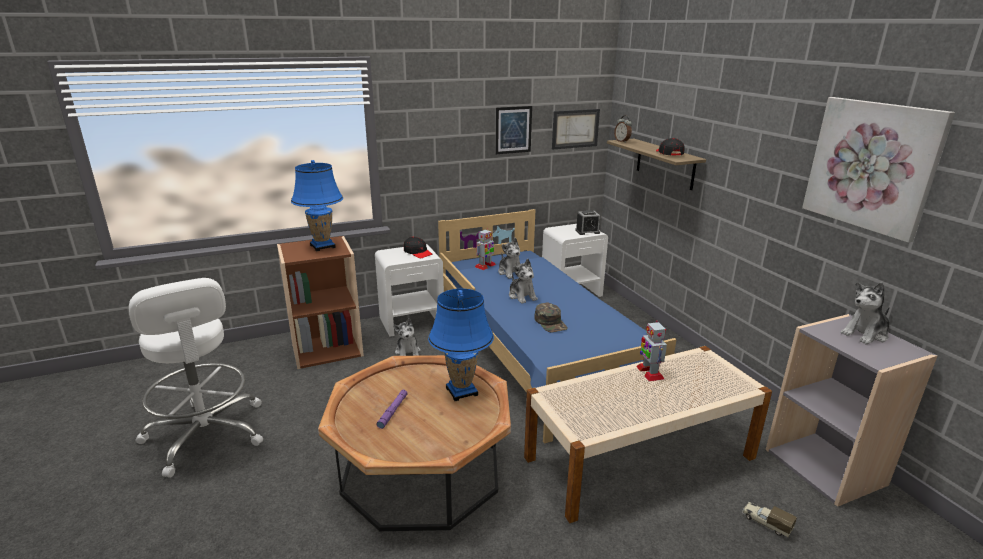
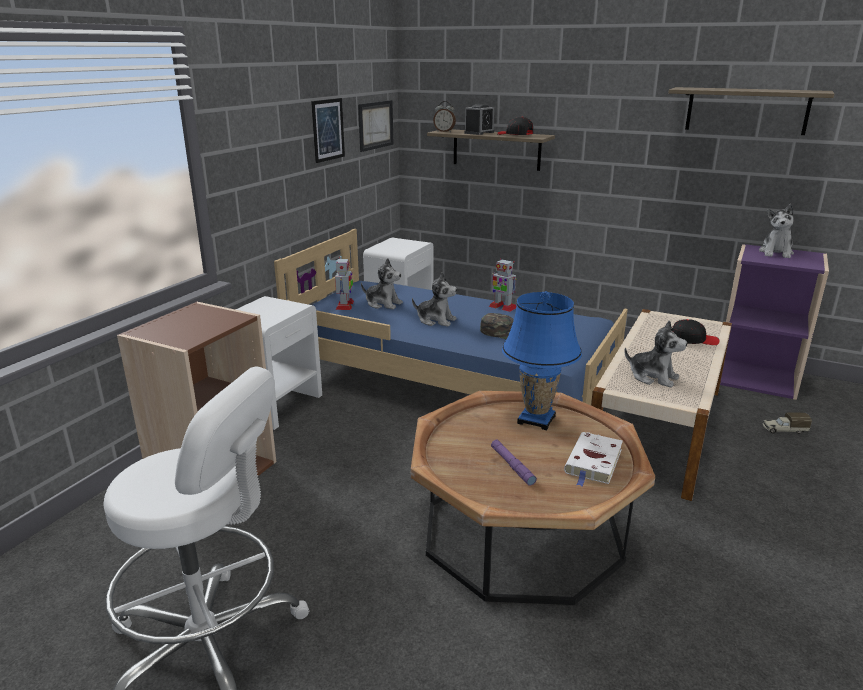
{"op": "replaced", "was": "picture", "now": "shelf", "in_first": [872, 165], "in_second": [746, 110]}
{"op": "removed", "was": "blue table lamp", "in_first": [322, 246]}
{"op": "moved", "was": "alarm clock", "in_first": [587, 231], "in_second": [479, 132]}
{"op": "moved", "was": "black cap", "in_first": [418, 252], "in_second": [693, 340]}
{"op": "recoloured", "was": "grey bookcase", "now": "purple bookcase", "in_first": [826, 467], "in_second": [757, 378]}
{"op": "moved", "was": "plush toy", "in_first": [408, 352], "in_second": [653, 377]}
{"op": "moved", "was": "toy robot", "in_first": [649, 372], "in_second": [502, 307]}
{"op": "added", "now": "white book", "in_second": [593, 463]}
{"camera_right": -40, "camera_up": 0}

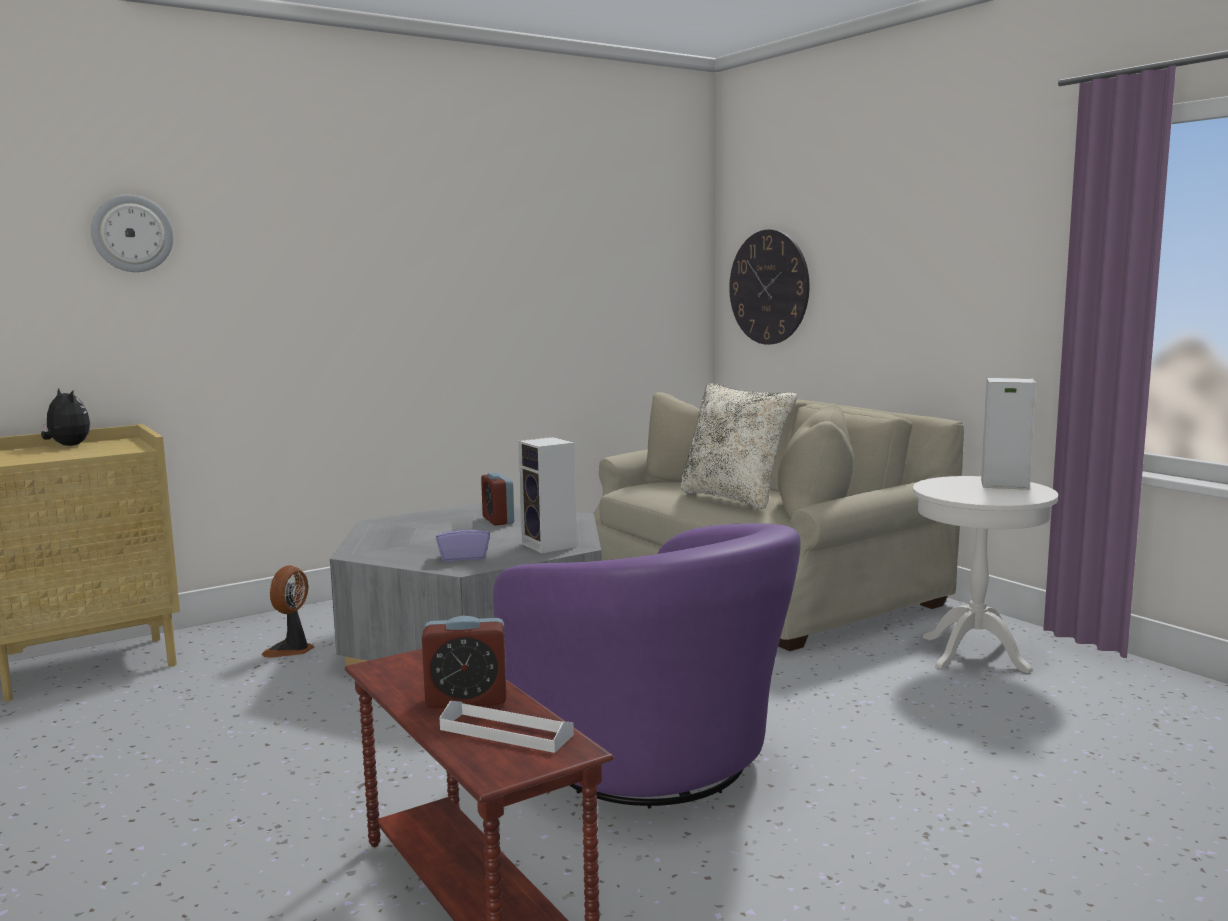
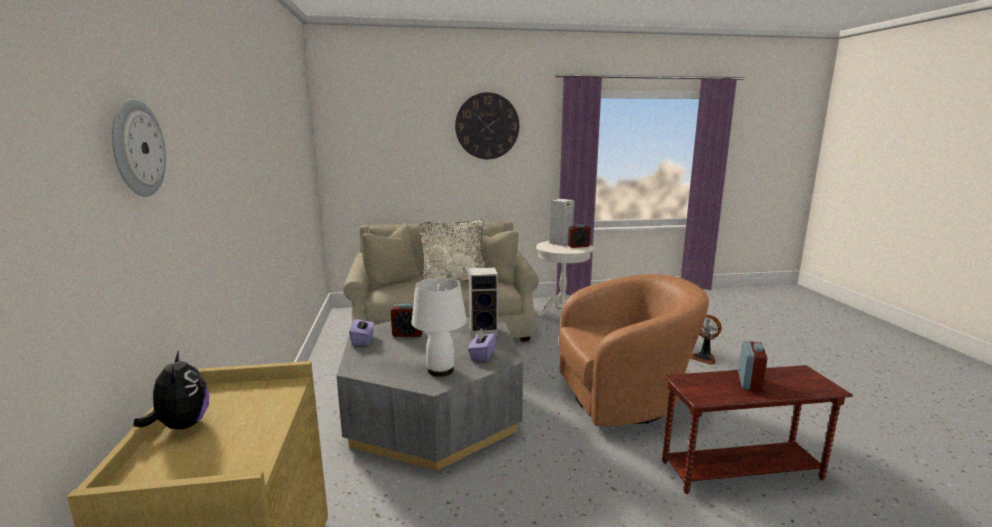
{"op": "moved", "was": "wall clock", "in_first": [769, 287], "in_second": [487, 126]}
{"op": "turned", "was": "plush toy", "in_first": [67, 446], "in_second": [181, 425], "clockwise": 90}
{"op": "recoloured", "was": "purple armchair", "now": "brown armchair", "in_first": [652, 761], "in_second": [624, 398]}
{"op": "moved", "was": "fan", "in_first": [291, 650], "in_second": [704, 358]}
{"op": "removed", "was": "white tray", "in_first": [506, 732]}
{"op": "added", "now": "alarm clock", "in_second": [578, 246]}
{"op": "added", "now": "white table lamp", "in_second": [441, 370]}
{"op": "added", "now": "purple tissue box", "in_second": [363, 340]}
{"camera_right": -65, "camera_up": 5}

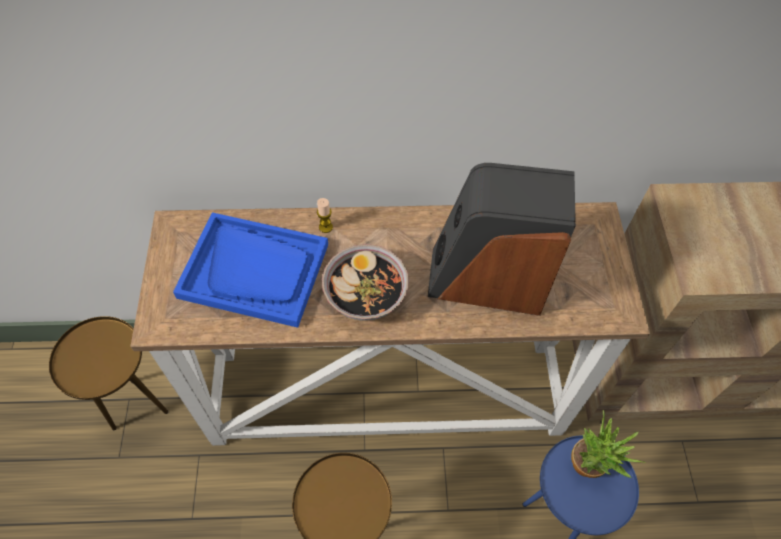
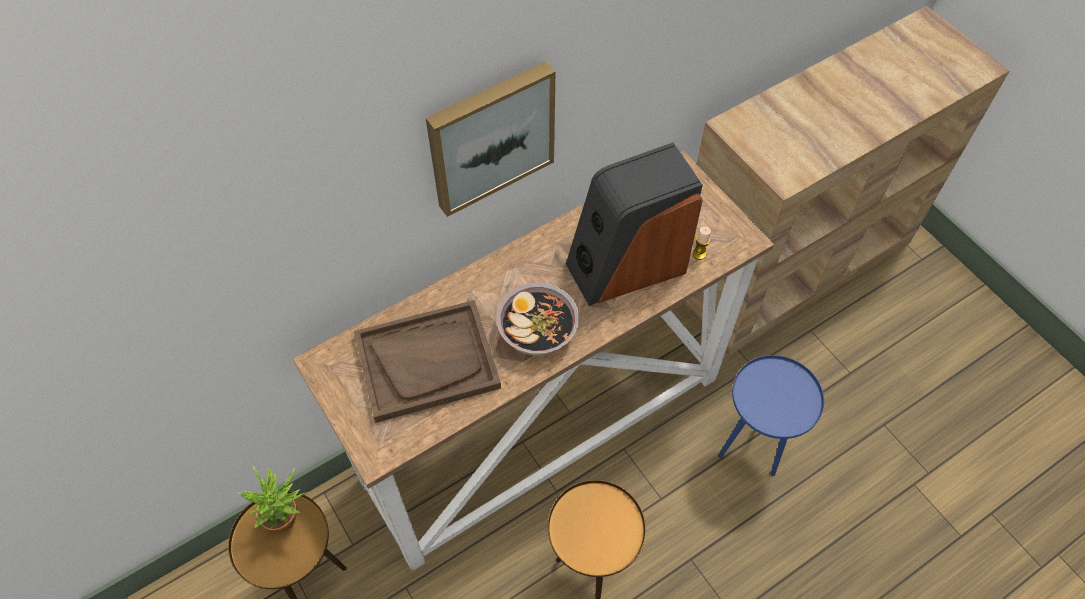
{"op": "moved", "was": "candle", "in_first": [325, 227], "in_second": [699, 254]}
{"op": "recoloured", "was": "blue tray", "now": "brown tray", "in_first": [254, 270], "in_second": [427, 362]}
{"op": "moved", "was": "potted plant", "in_first": [591, 467], "in_second": [288, 518]}
{"op": "added", "now": "picture", "in_second": [490, 136]}
{"camera_right": -30, "camera_up": 0}

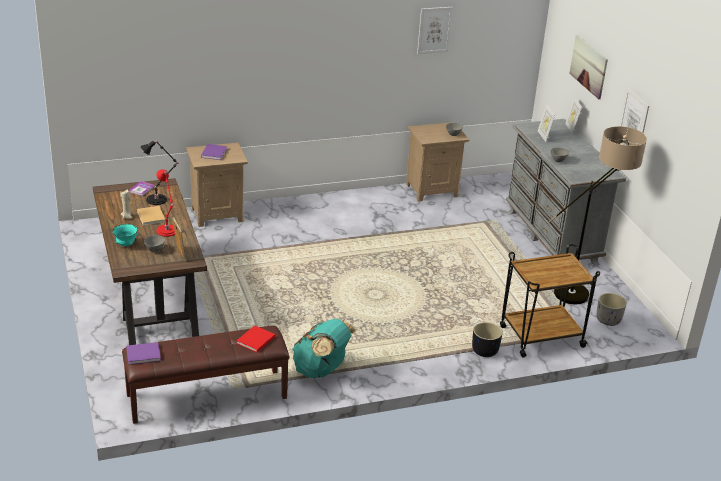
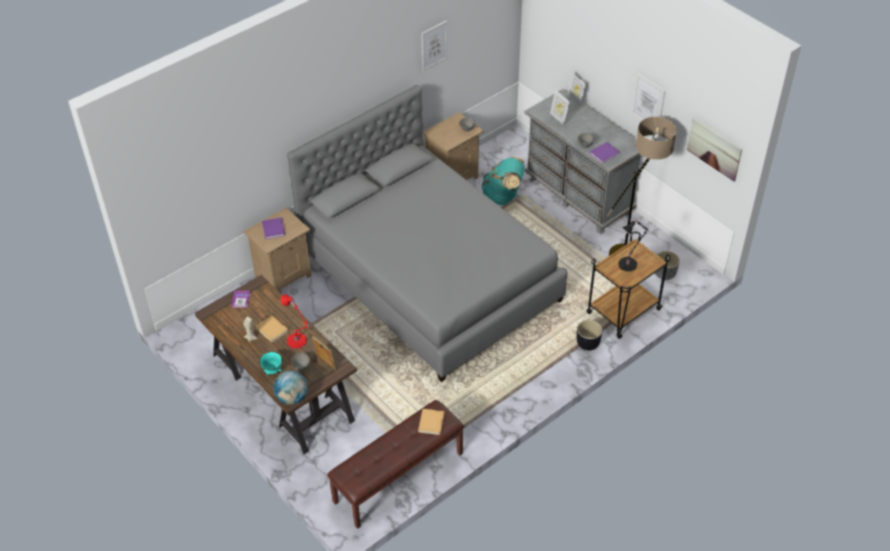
{"op": "moved", "was": "picture", "in_first": [588, 66], "in_second": [714, 149]}
{"op": "moved", "was": "black table lamp", "in_first": [158, 199], "in_second": [629, 263]}
{"op": "moved", "was": "turquoise backpack", "in_first": [321, 370], "in_second": [503, 196]}
{"op": "recoloured", "was": "red book", "now": "beige book", "in_first": [255, 340], "in_second": [431, 423]}
{"op": "moved", "was": "purple book", "in_first": [144, 354], "in_second": [605, 153]}
{"op": "added", "now": "grey bed", "in_second": [429, 275]}
{"op": "added", "now": "globe", "in_second": [292, 397]}
{"camera_right": -20, "camera_up": 15}

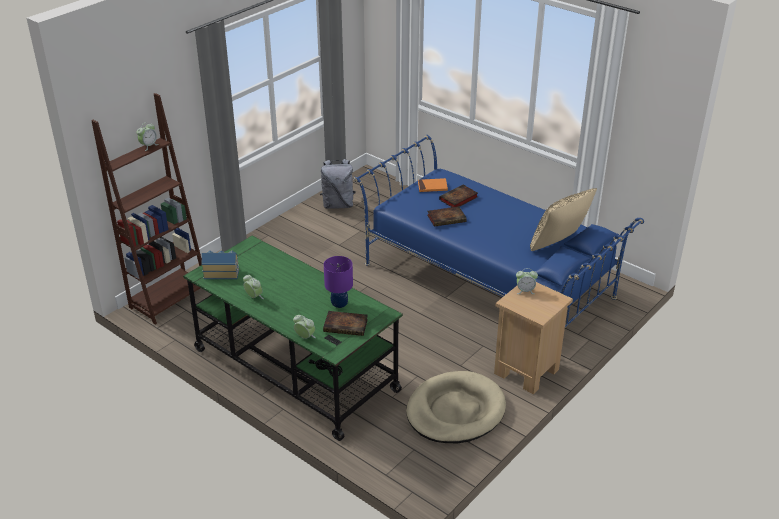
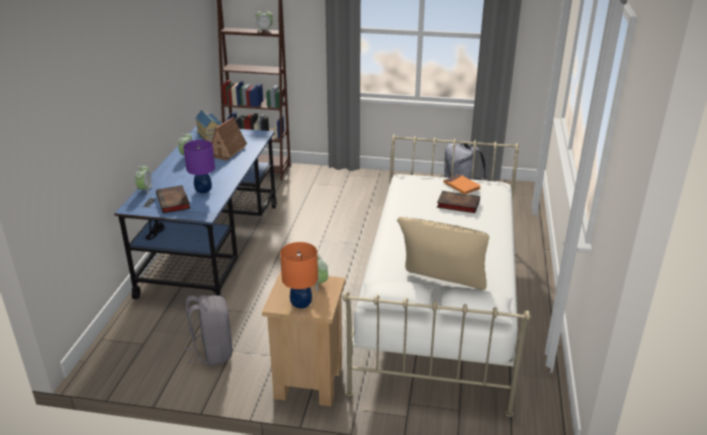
{"op": "recoloured", "was": "blue bed", "now": "white bed", "in_first": [487, 281], "in_second": [439, 308]}
{"op": "removed", "was": "book", "in_first": [447, 218]}
{"op": "recoloured", "was": "green desk", "now": "blue desk", "in_first": [295, 370], "in_second": [212, 248]}
{"op": "replaced", "was": "beige dog bed", "now": "grey backpack", "in_first": [455, 411], "in_second": [212, 352]}
{"op": "added", "now": "toy house", "in_second": [226, 151]}
{"op": "added", "now": "orange table lamp", "in_second": [301, 305]}
{"camera_right": 60, "camera_up": -5}

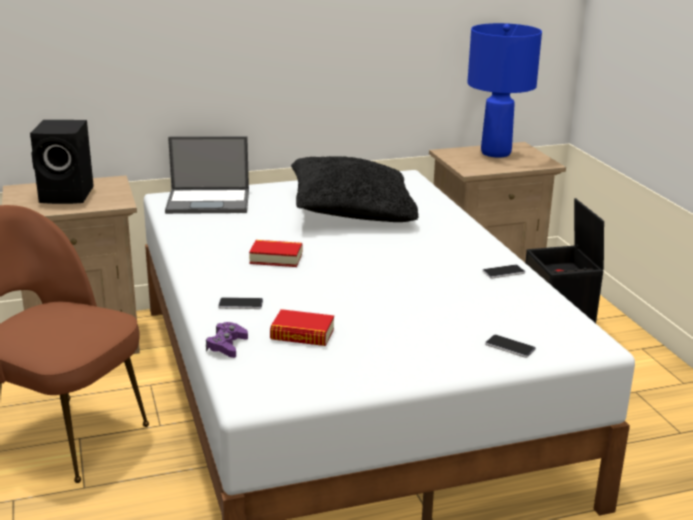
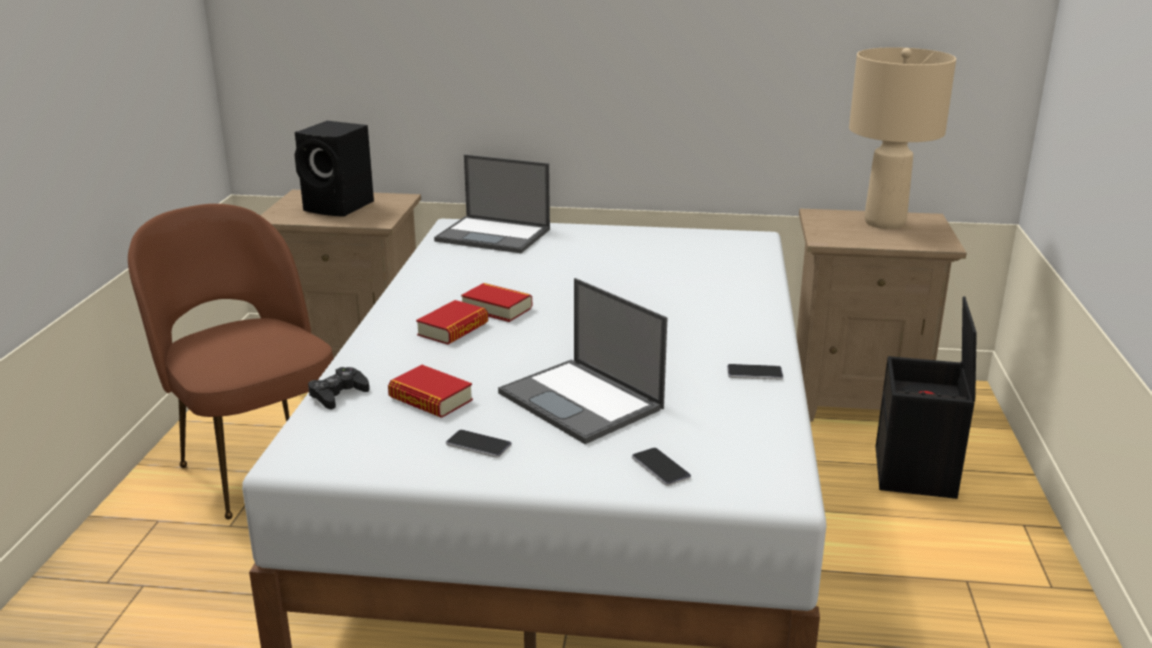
{"op": "recoloured", "was": "blue table lamp", "now": "beige table lamp", "in_first": [495, 153], "in_second": [884, 223]}
{"op": "removed", "was": "black pillow", "in_first": [352, 210]}
{"op": "moved", "was": "phone", "in_first": [240, 304], "in_second": [478, 445]}
{"op": "recoloured", "was": "purple game controller", "now": "black game controller", "in_first": [227, 345], "in_second": [338, 394]}
{"op": "added", "now": "laptop", "in_second": [582, 401]}
{"op": "added", "now": "book", "in_second": [453, 329]}
{"camera_right": 25, "camera_up": 0}

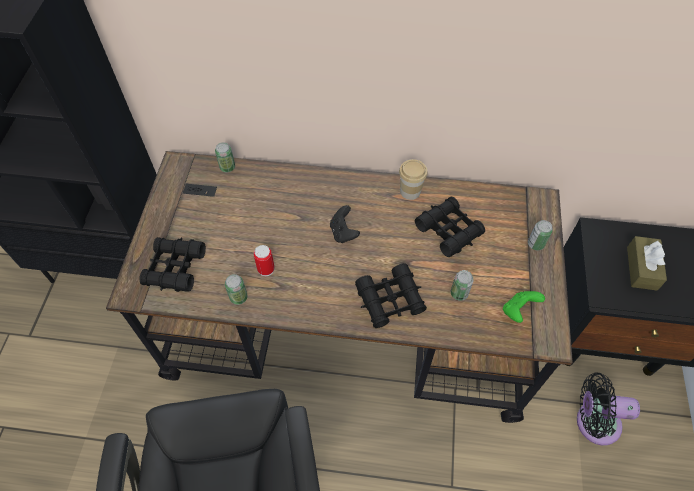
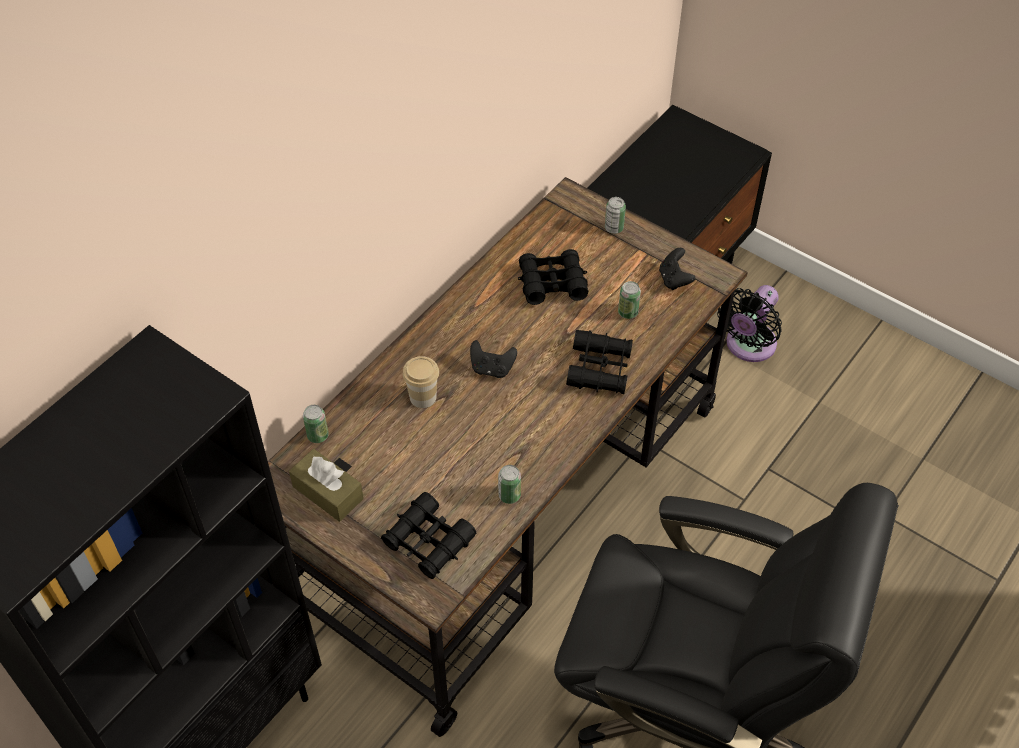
{"op": "moved", "was": "cup", "in_first": [410, 191], "in_second": [423, 397]}
{"op": "moved", "was": "brown tissue box", "in_first": [641, 268], "in_second": [328, 492]}
{"op": "removed", "was": "can", "in_first": [266, 269]}
{"op": "recoloured", "was": "green game controller", "now": "black game controller", "in_first": [518, 310], "in_second": [674, 279]}
{"camera_right": -60, "camera_up": -5}

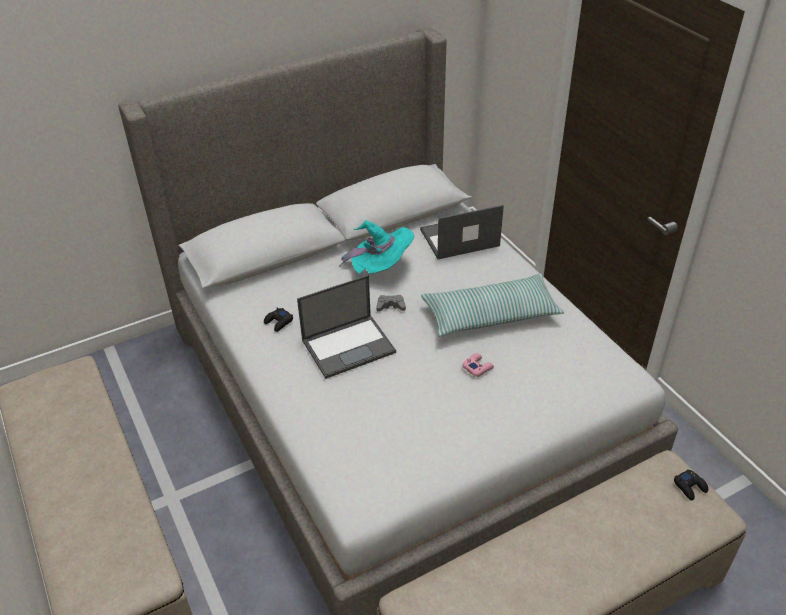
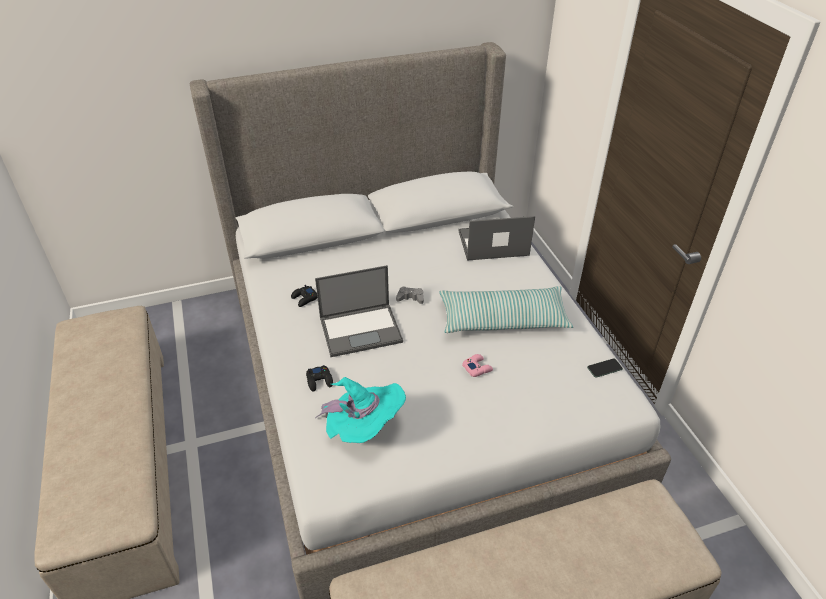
{"op": "moved", "was": "turquoise hat", "in_first": [381, 268], "in_second": [364, 428]}
{"op": "moved", "was": "black game controller", "in_first": [690, 487], "in_second": [319, 380]}
{"op": "added", "now": "phone", "in_second": [604, 368]}
{"camera_right": 10, "camera_up": 0}

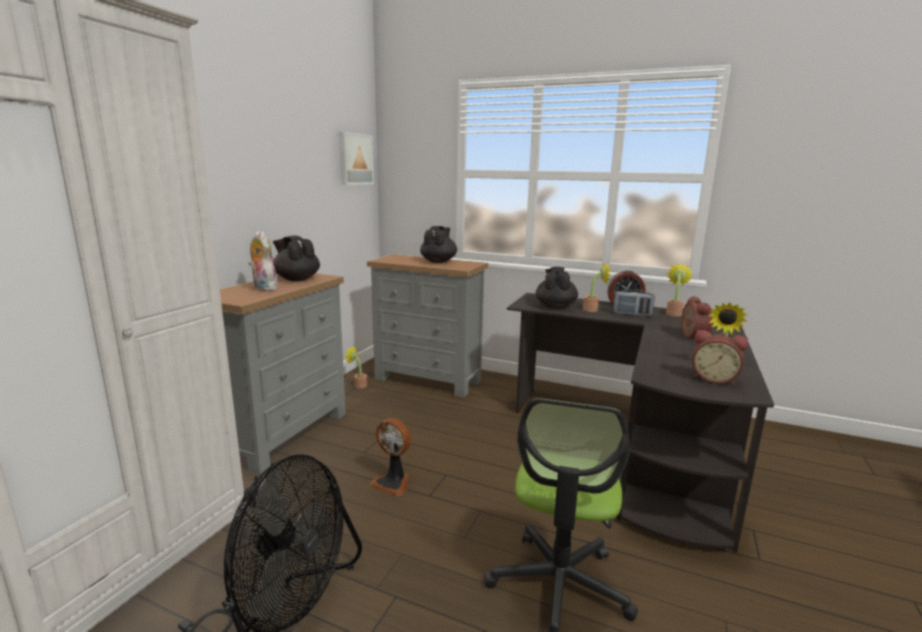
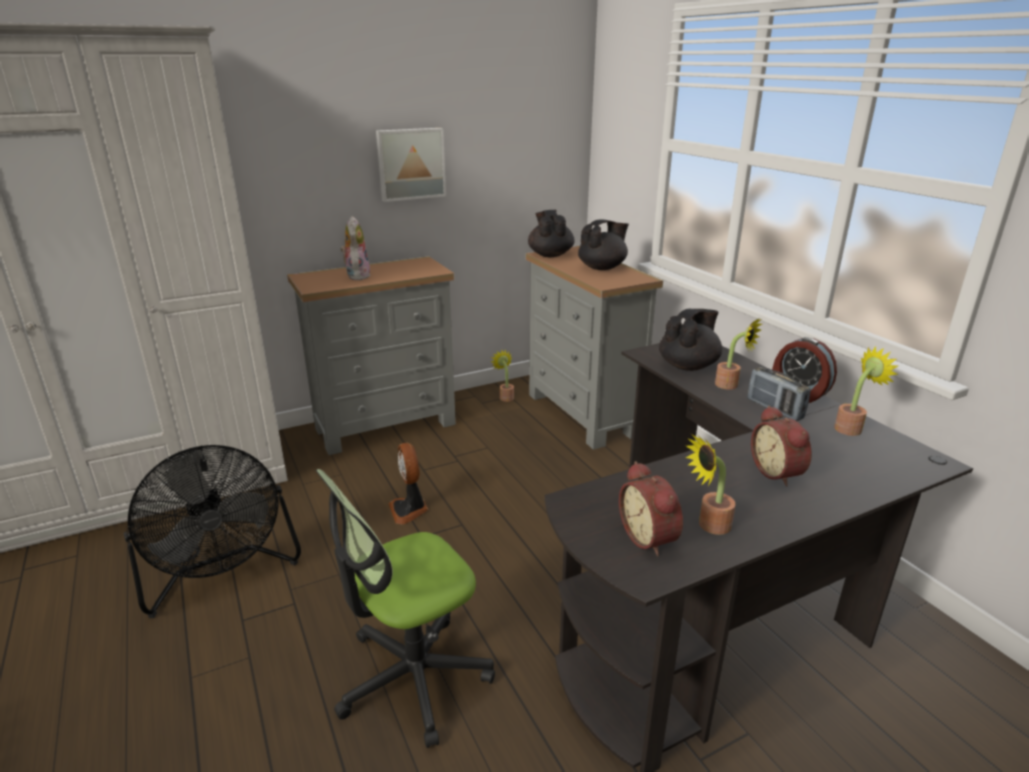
{"op": "moved", "was": "picture", "in_first": [354, 159], "in_second": [410, 164]}
{"op": "moved", "was": "black teapot", "in_first": [297, 279], "in_second": [550, 255]}
{"op": "turned", "was": "alarm clock", "in_first": [691, 337], "in_second": [778, 472], "clockwise": 120}
{"camera_right": 40, "camera_up": 10}

